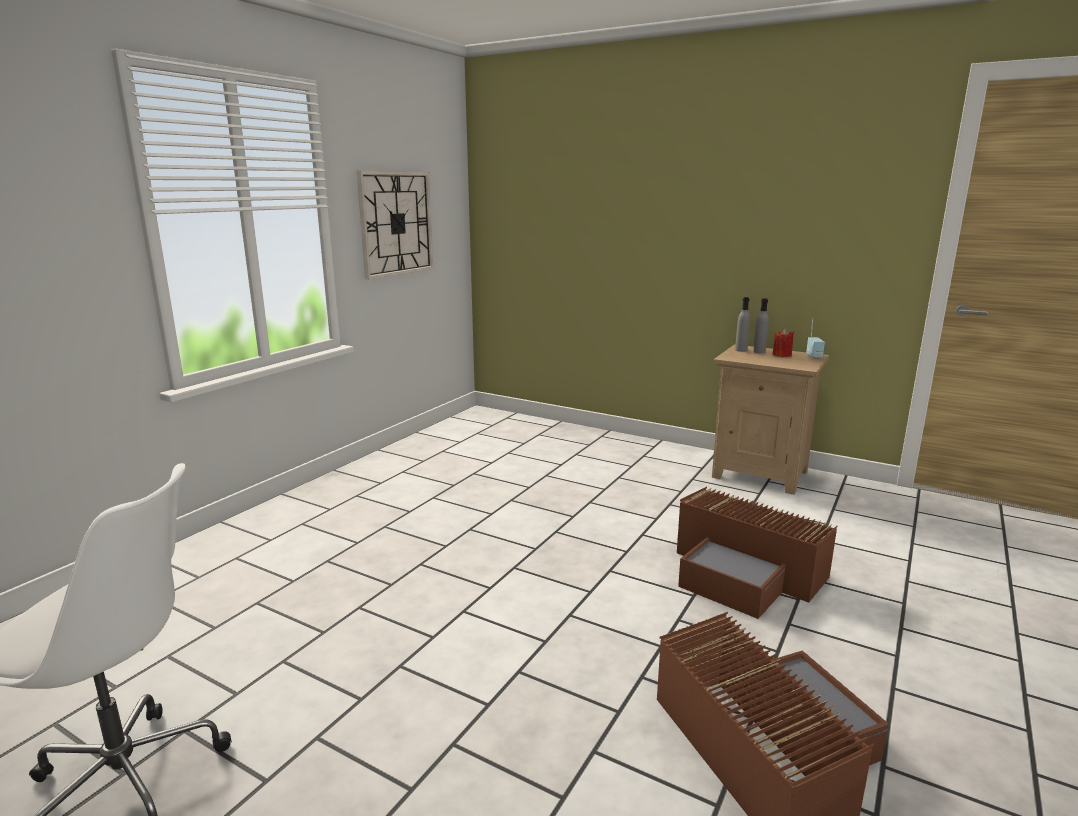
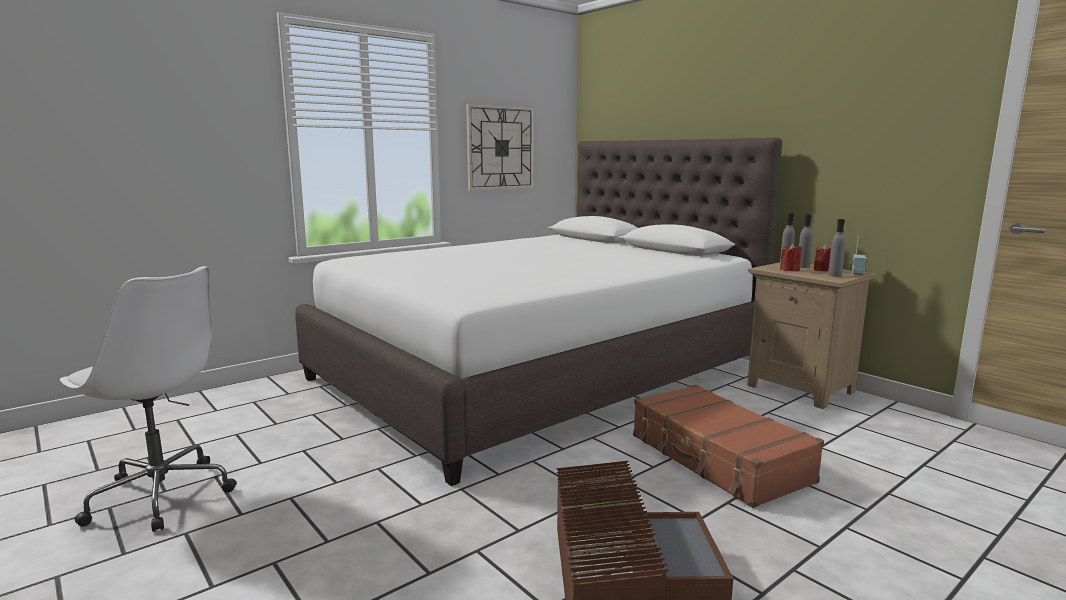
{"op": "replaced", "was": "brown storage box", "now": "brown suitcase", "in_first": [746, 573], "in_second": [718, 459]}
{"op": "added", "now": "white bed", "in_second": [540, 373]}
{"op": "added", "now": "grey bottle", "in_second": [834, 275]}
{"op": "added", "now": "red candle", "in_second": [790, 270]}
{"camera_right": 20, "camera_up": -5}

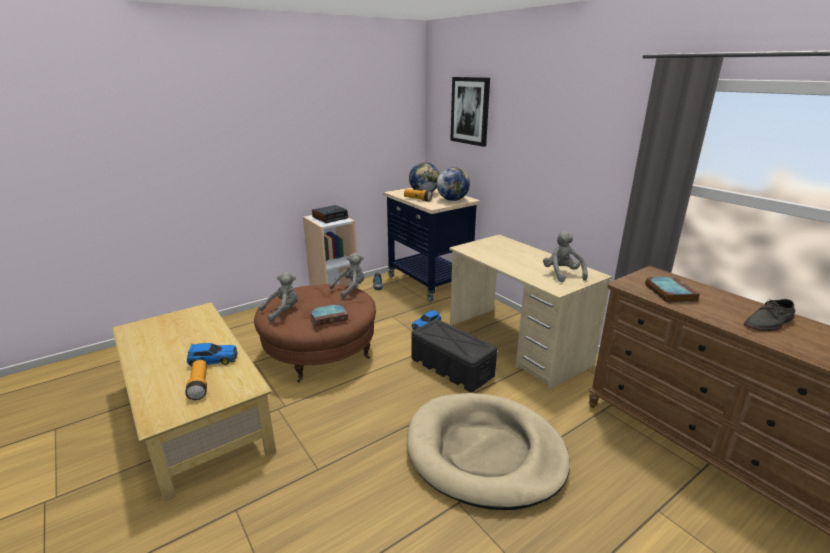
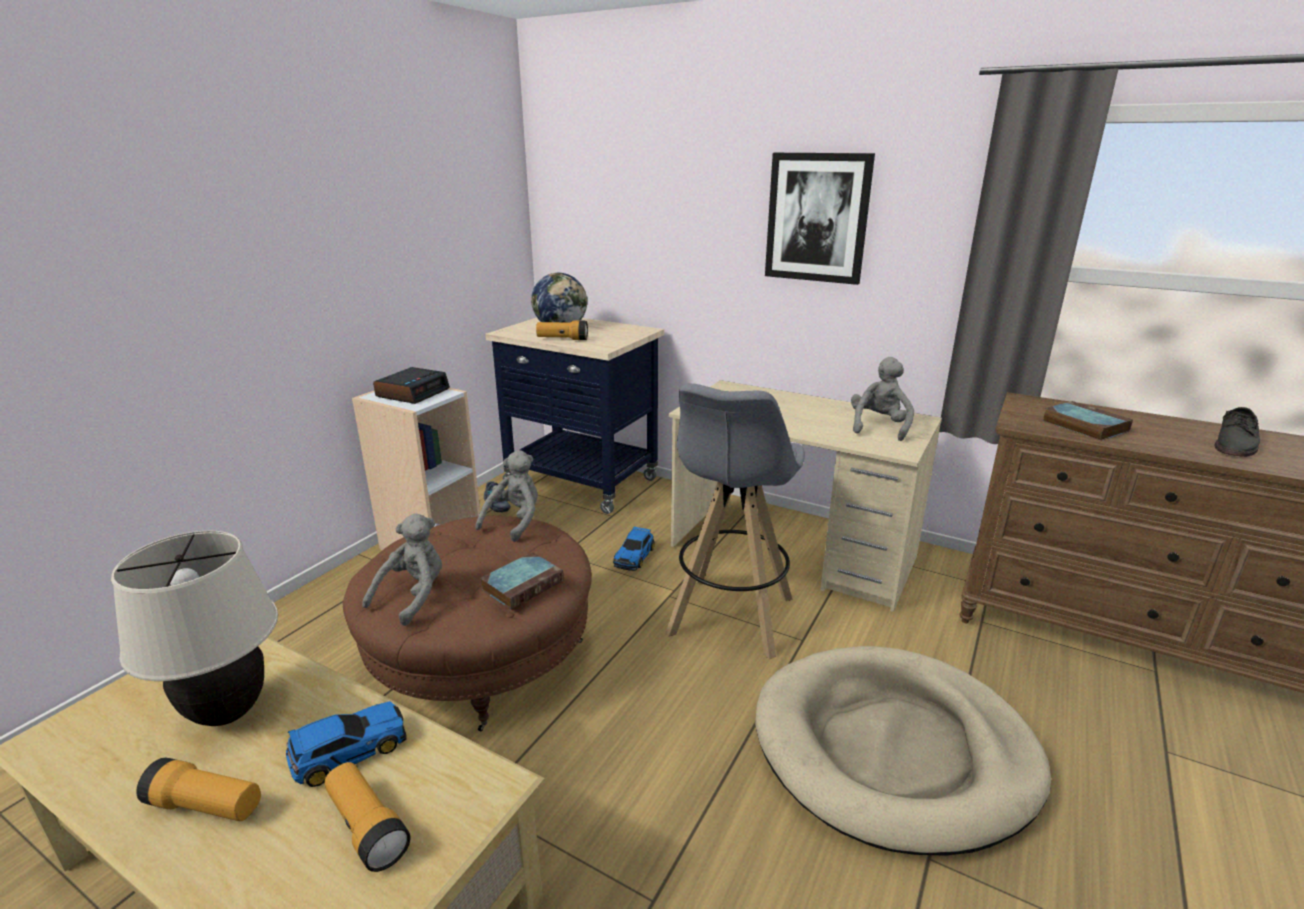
{"op": "moved", "was": "picture", "in_first": [470, 111], "in_second": [817, 218]}
{"op": "removed", "was": "globe", "in_first": [452, 200]}
{"op": "turned", "was": "grey plush toy", "in_first": [562, 274], "in_second": [879, 427], "clockwise": 60}
{"op": "replaced", "was": "black storage box", "now": "grey stool", "in_first": [451, 367], "in_second": [728, 617]}
{"op": "added", "now": "beige table lamp", "in_second": [229, 712]}
{"op": "added", "now": "flashlight", "in_second": [206, 806]}
{"camera_right": -25, "camera_up": 0}

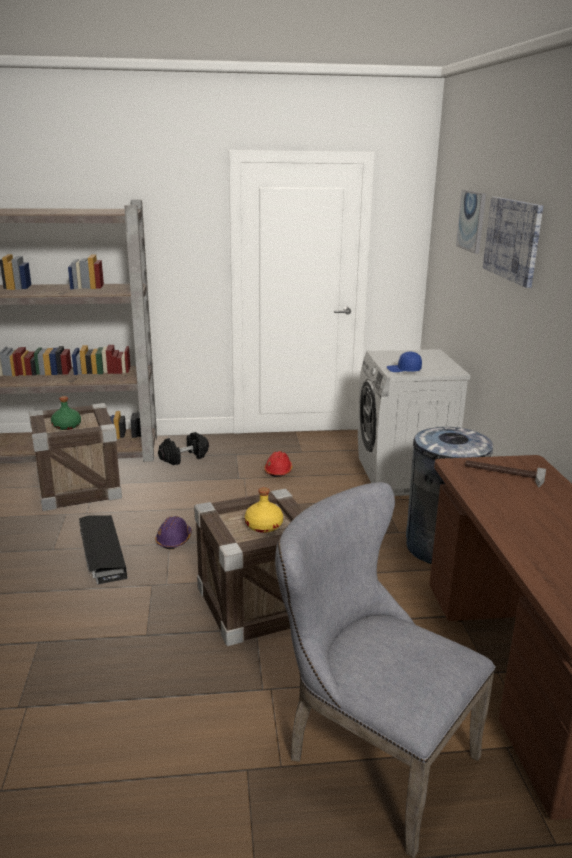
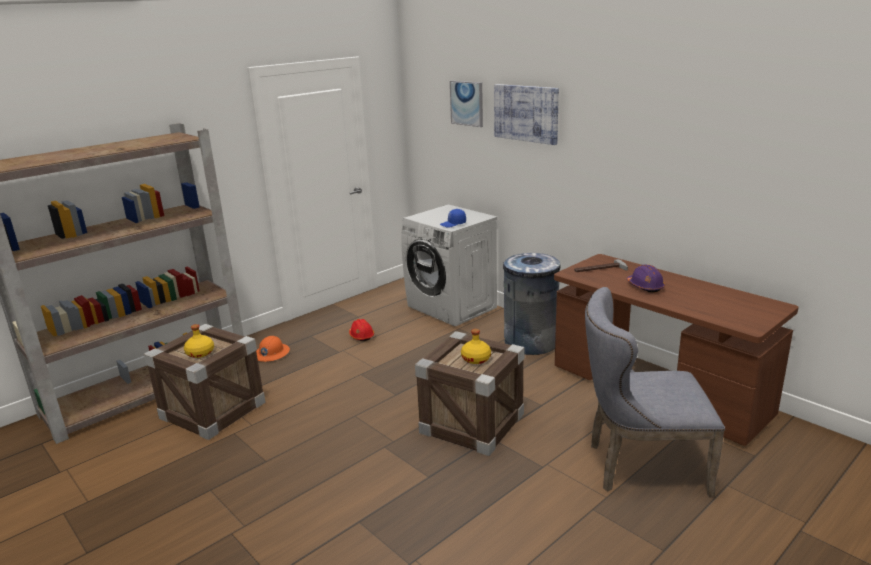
{"op": "recoloured", "was": "green bottle", "now": "yellow bottle", "in_first": [66, 426], "in_second": [200, 353]}
{"op": "replaced", "was": "black dumbbell", "now": "orange hard hat", "in_first": [184, 457], "in_second": [271, 353]}
{"op": "removed", "was": "black storage box", "in_first": [102, 554]}
{"op": "moved", "was": "purple hard hat", "in_first": [174, 540], "in_second": [645, 286]}
{"camera_right": -35, "camera_up": 0}

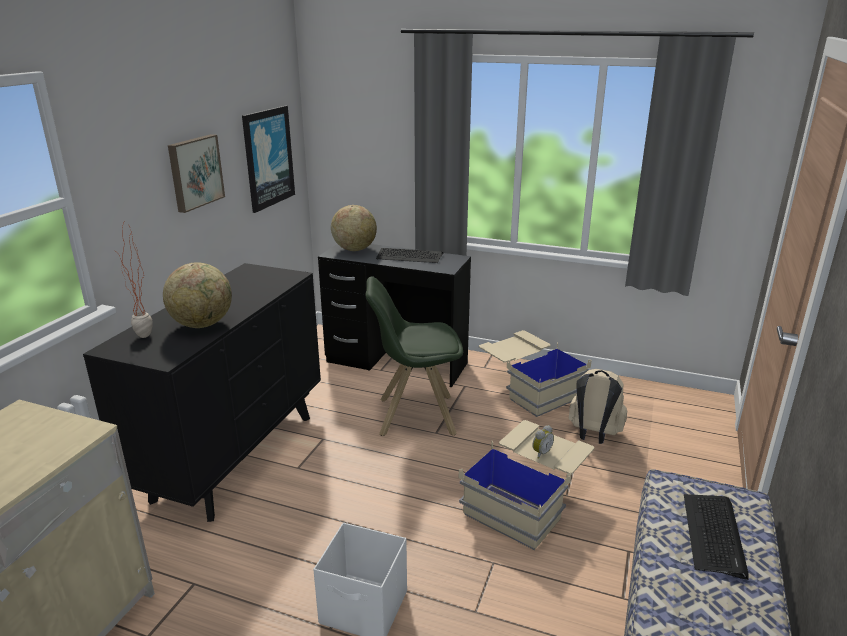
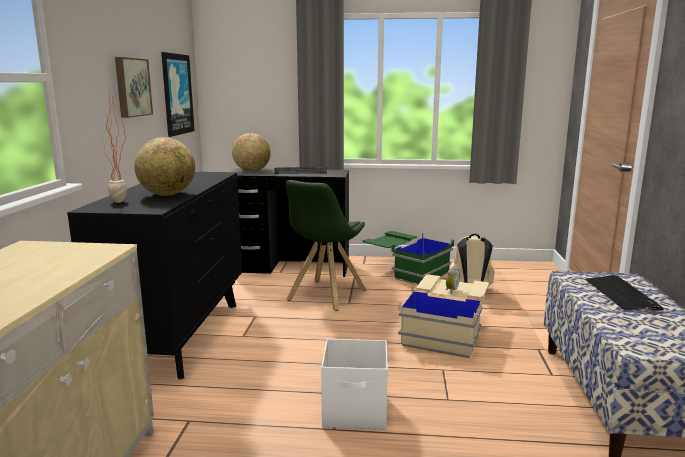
{"op": "turned", "was": "green chair", "in_first": [415, 415], "in_second": [326, 295], "clockwise": -45}
{"op": "recoloured", "was": "beige storage box", "now": "green storage box", "in_first": [529, 388], "in_second": [405, 271]}
{"camera_right": -15, "camera_up": -10}

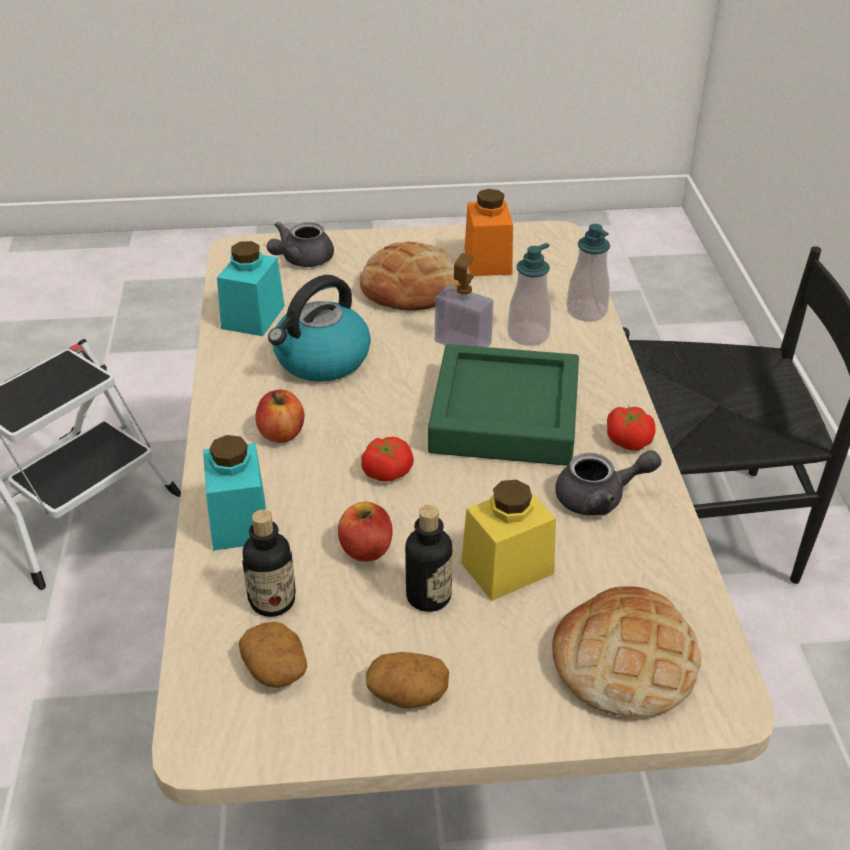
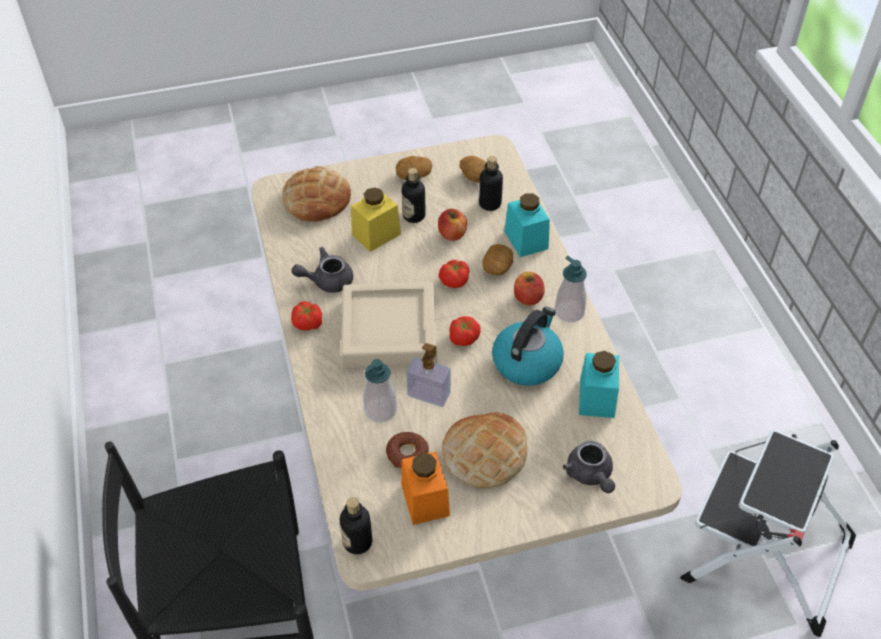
{"op": "turned", "was": "grey teapot", "in_first": [301, 260], "in_second": [590, 475], "clockwise": 135}
{"op": "moved", "was": "soap dispenser", "in_first": [586, 311], "in_second": [569, 312]}
{"op": "recoloured", "was": "green tray", "now": "beige tray", "in_first": [504, 416], "in_second": [389, 331]}
{"op": "added", "now": "potato", "in_second": [497, 268]}
{"op": "added", "now": "tomato", "in_second": [463, 338]}
{"op": "added", "now": "donut", "in_second": [407, 454]}
{"op": "added", "now": "bottle", "in_second": [357, 542]}
{"camera_right": 170, "camera_up": 10}

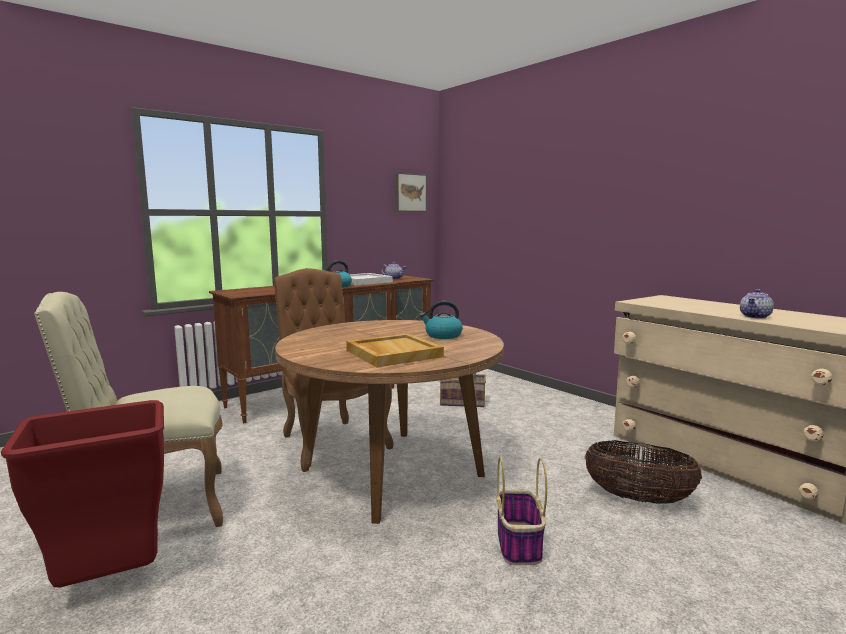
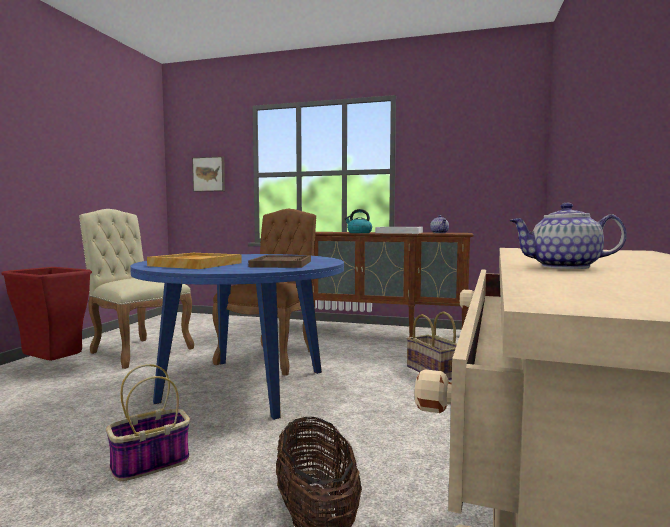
{"op": "moved", "was": "picture", "in_first": [409, 192], "in_second": [209, 174]}
{"op": "replaced", "was": "kettle", "now": "brown tray", "in_first": [443, 336], "in_second": [281, 264]}
{"op": "recoloured", "was": "brown dining table", "now": "blue dining table", "in_first": [392, 471], "in_second": [244, 386]}
{"camera_right": 55, "camera_up": -5}

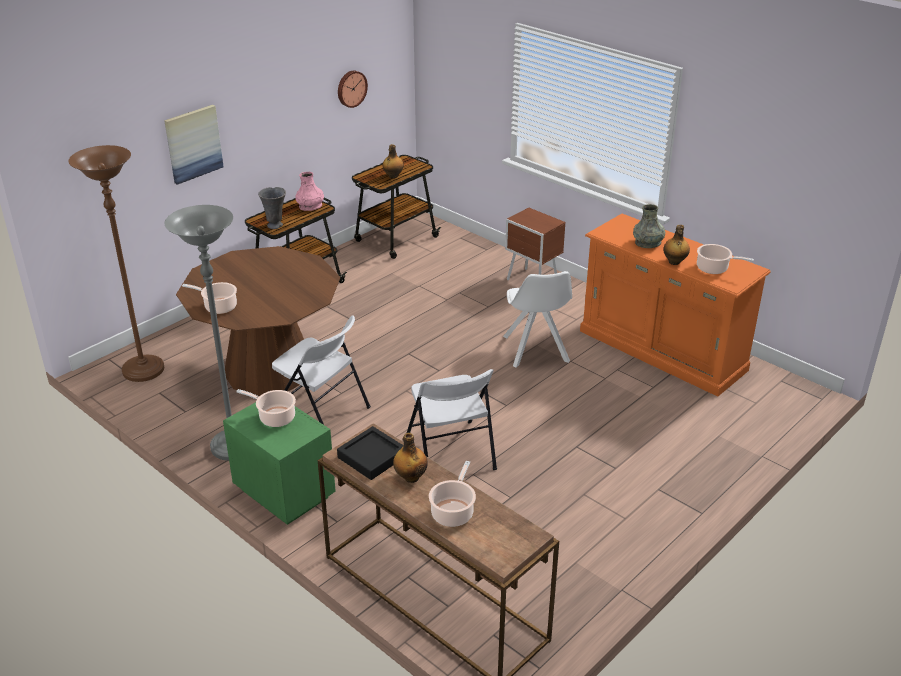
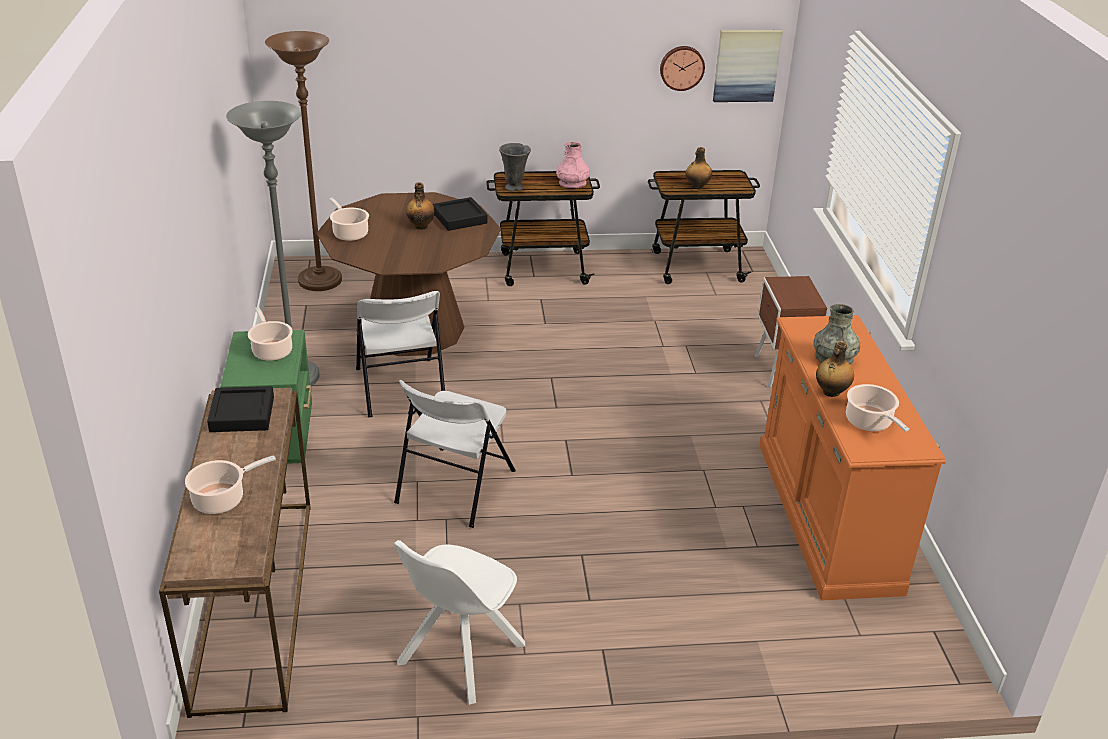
{"op": "moved", "was": "picture", "in_first": [193, 143], "in_second": [746, 65]}
{"op": "moved", "was": "white chair", "in_first": [535, 350], "in_second": [459, 656]}
{"op": "moved", "was": "bottle", "in_first": [410, 477], "in_second": [421, 226]}
{"op": "added", "now": "black tray", "in_second": [459, 218]}
{"camera_right": 40, "camera_up": 0}

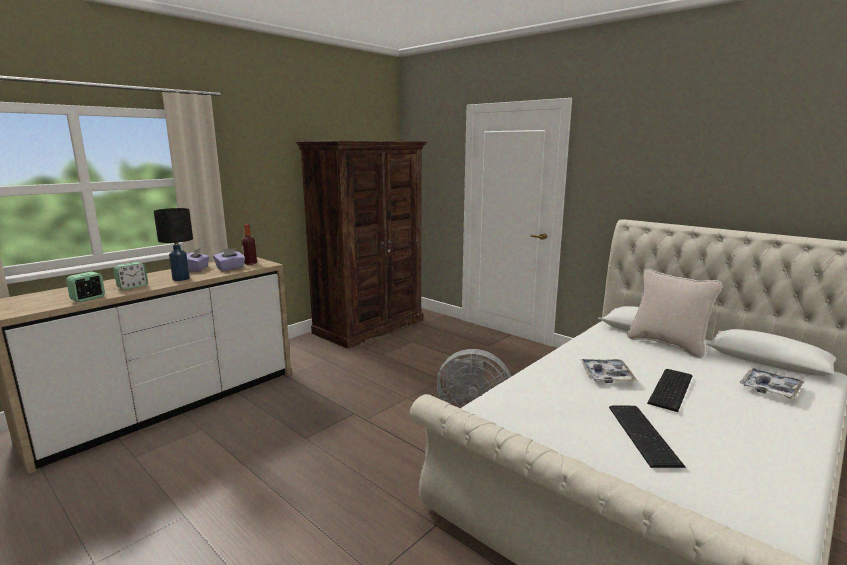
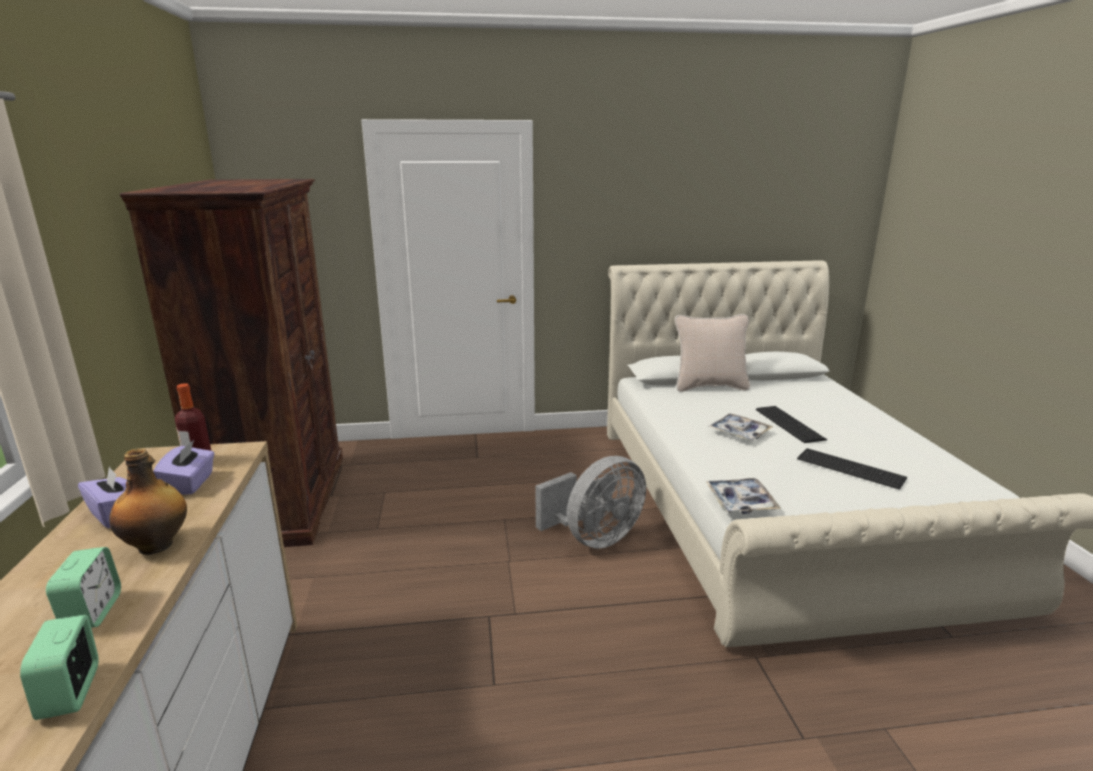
{"op": "replaced", "was": "black table lamp", "now": "bottle", "in_first": [181, 279], "in_second": [157, 545]}
{"op": "moved", "was": "tray", "in_first": [770, 388], "in_second": [740, 501]}
{"camera_right": -50, "camera_up": 5}

